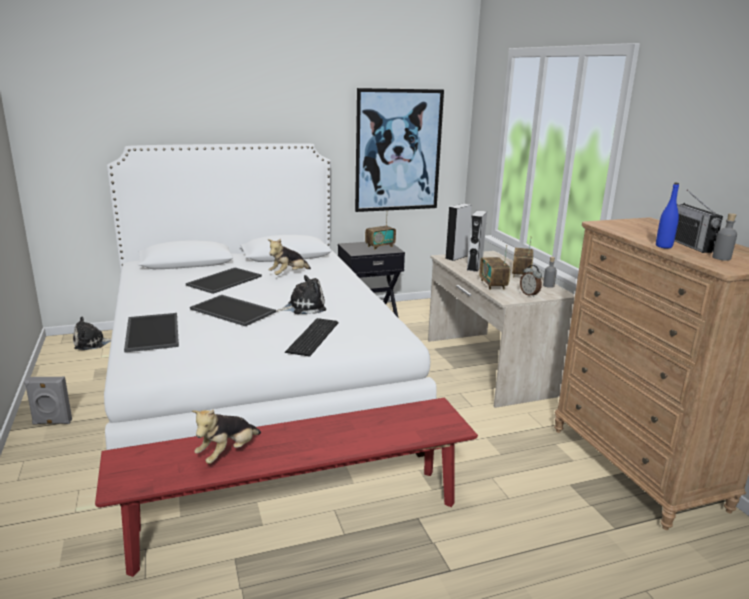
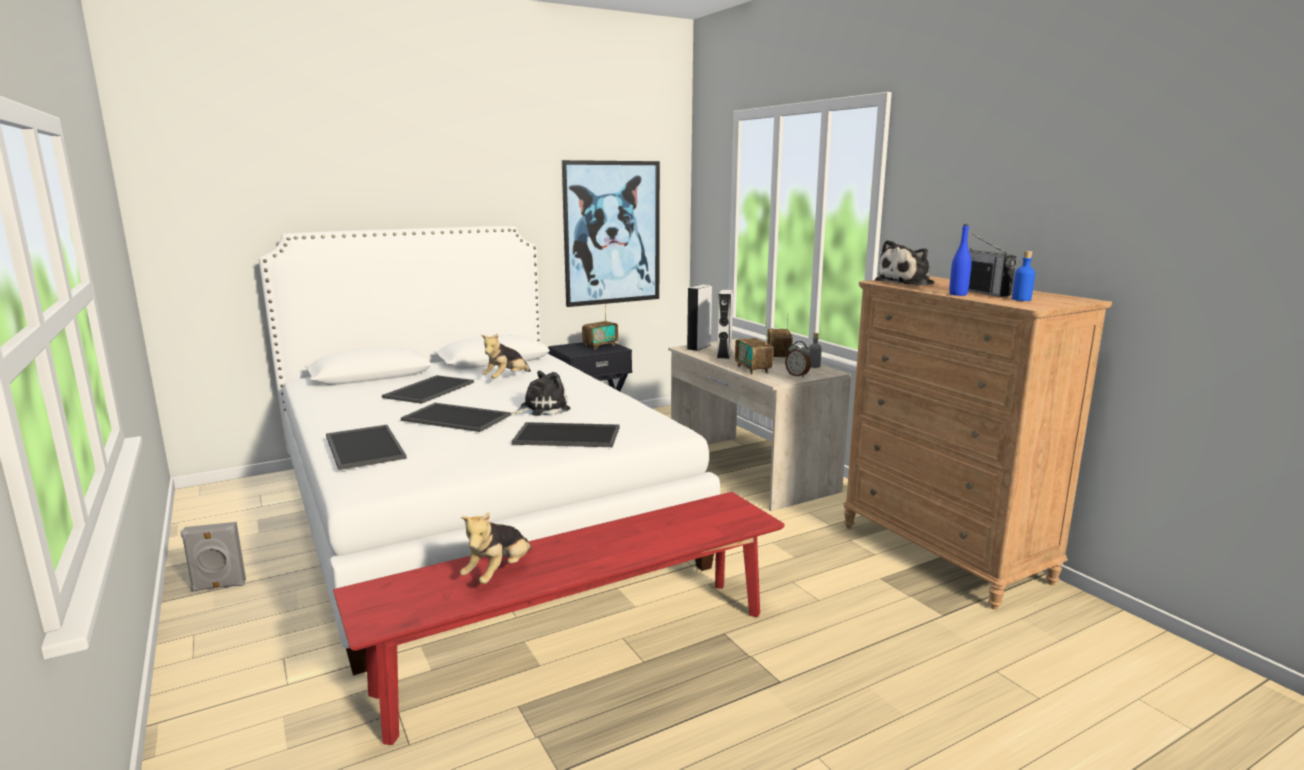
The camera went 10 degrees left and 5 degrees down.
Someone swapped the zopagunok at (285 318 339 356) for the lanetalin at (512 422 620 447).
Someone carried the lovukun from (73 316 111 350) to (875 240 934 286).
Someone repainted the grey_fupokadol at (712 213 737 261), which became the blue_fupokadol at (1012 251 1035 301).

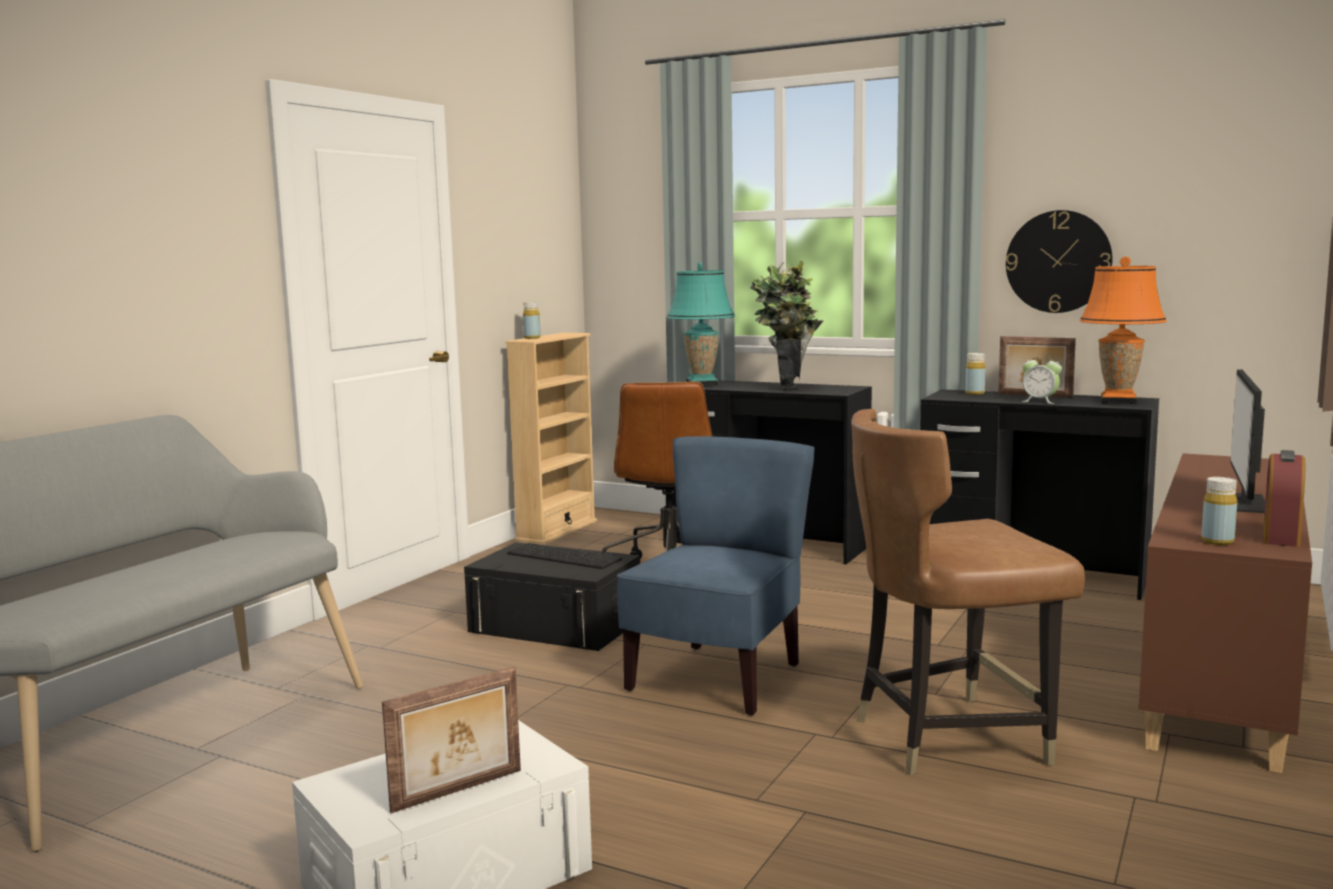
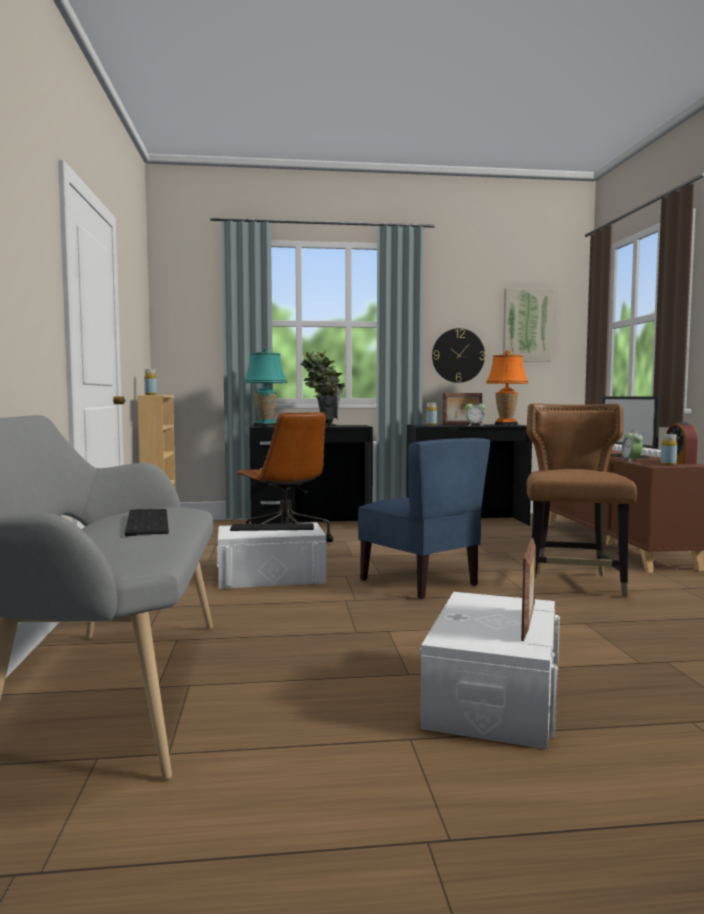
The camera went 35 degrees left and 5 degrees down.
Someone put down the zopagunok at (125 509 169 536).
Someone repainted the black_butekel at (464 542 640 651), which became the white_butekel at (217 522 326 589).
Someone rotated the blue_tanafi at (617 436 815 715) by 150 degrees clockwise.
Someone put up the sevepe at (503 288 554 362).
Someone rotated the brown_tanafi at (851 409 1085 775) by 150 degrees clockwise.
Someone put down the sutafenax at (621 429 643 462).

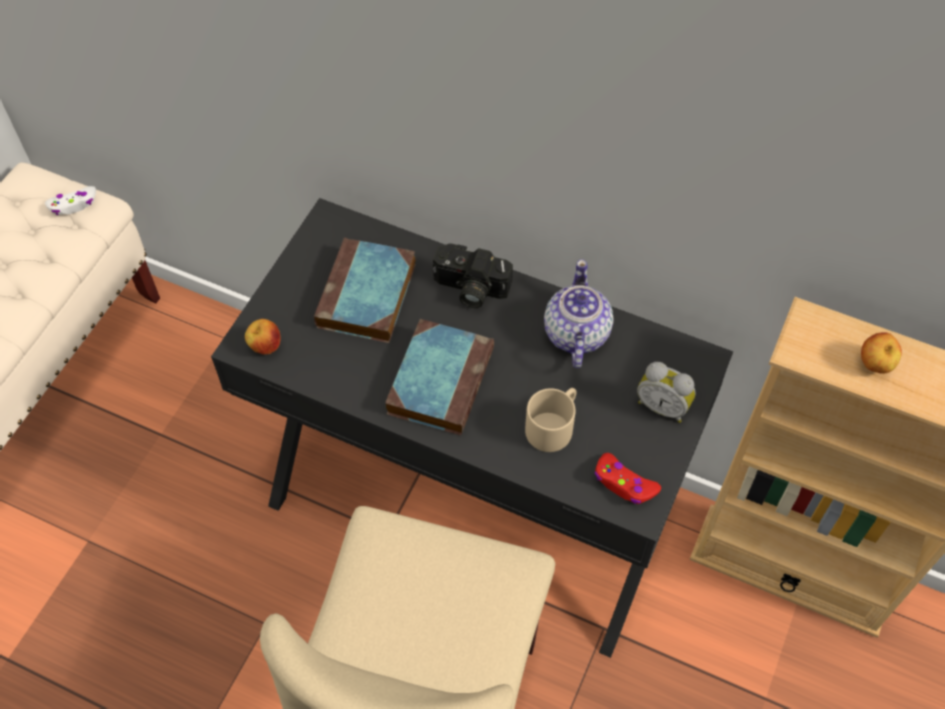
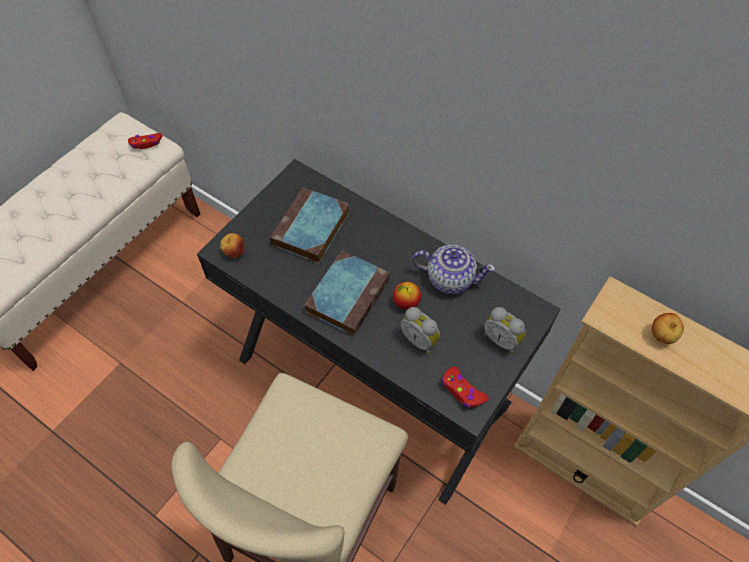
The camera went 10 degrees right and 0 degrees up.
Someone repainted the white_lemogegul at (45 186 96 215), which became the red_lemogegul at (128 133 162 149).
Someone put down the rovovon at (393 282 421 310).
Someone swapped the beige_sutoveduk at (525 388 576 452) for the sutafenax at (400 307 440 354).
Someone rotated the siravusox at (544 259 614 368) by 90 degrees clockwise.
Someone took away the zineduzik at (432 243 513 308).

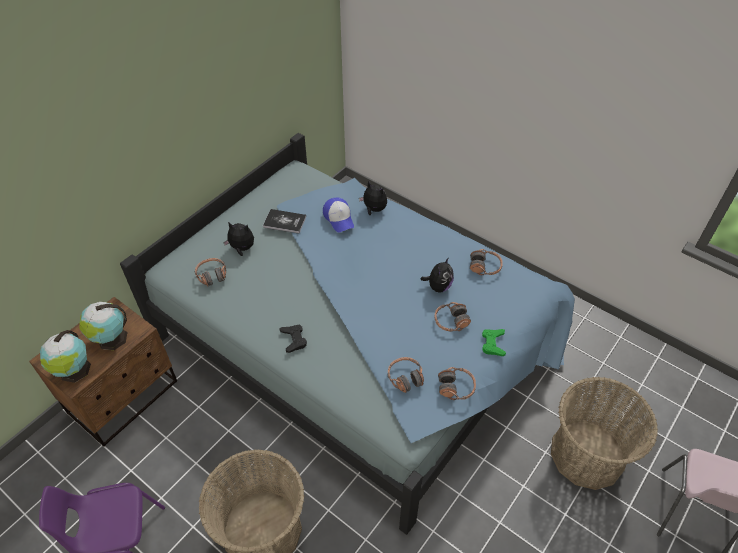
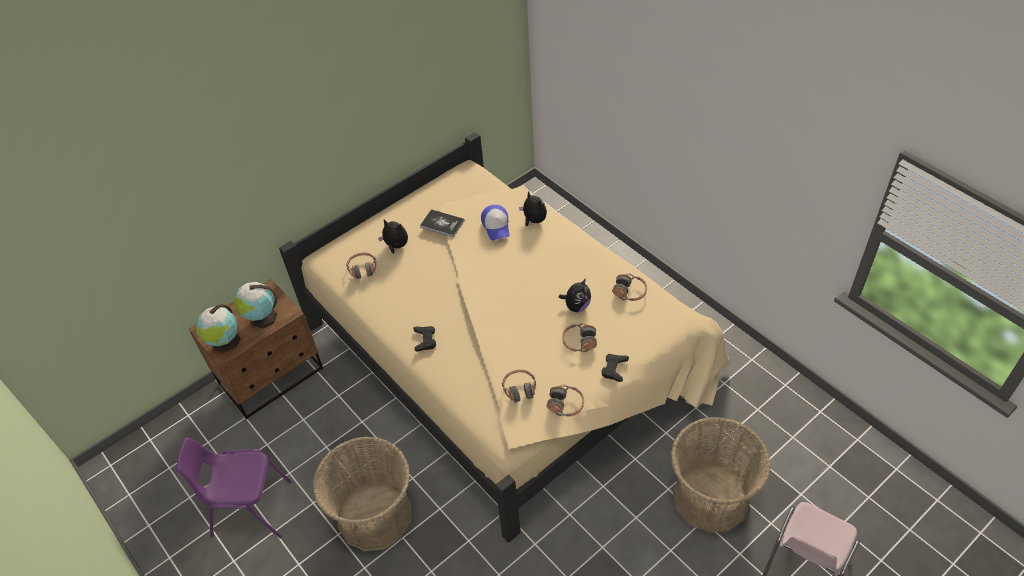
The camera went 15 degrees right and 0 degrees up.
Someone repainted the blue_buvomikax at (120 133 575 535), which became the beige_buvomikax at (279 132 731 543).
Someone repainted the green_lemogegul at (482 329 506 356), which became the black_lemogegul at (601 354 629 382).

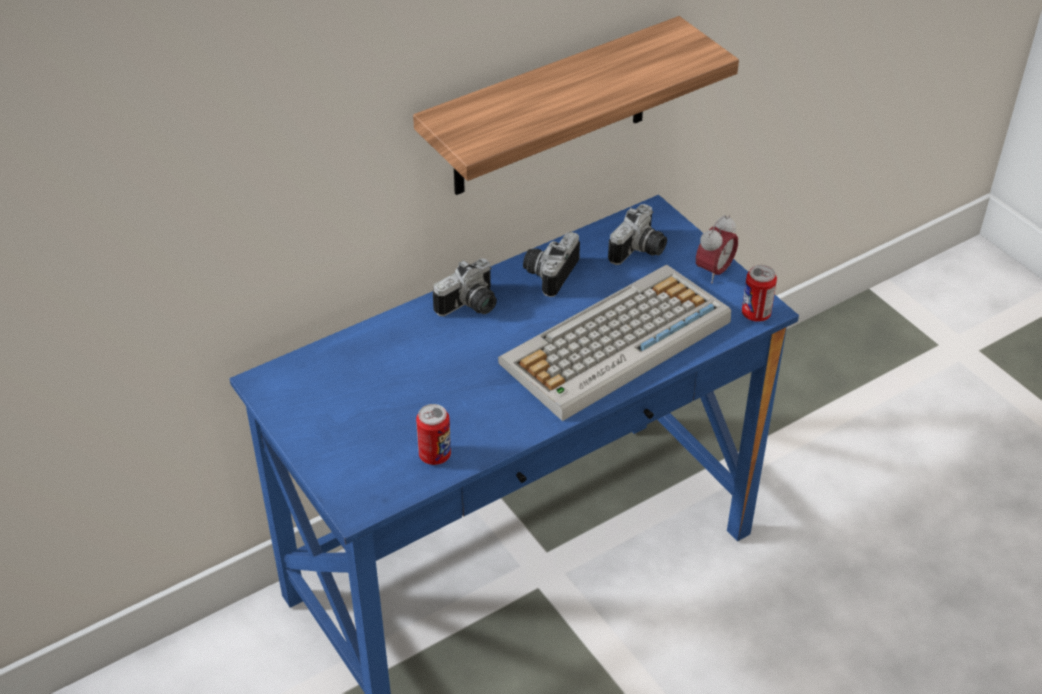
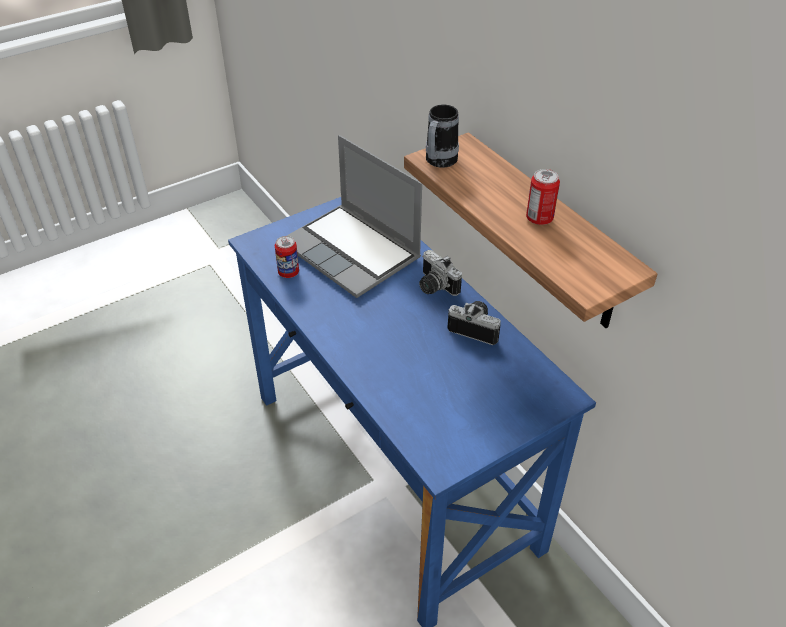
The camera went 90 degrees right and 0 degrees up.
Someone put down the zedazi at (287 135 422 298).
Someone put down the sutoveduk at (426 105 459 168).
Someone carried the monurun from (742 265 777 322) to (526 169 560 225).
Someone took away the zopagunok at (498 265 731 421).
Someone took away the zineduzik at (608 204 667 265).
Someone took away the sutafenax at (696 215 738 283).

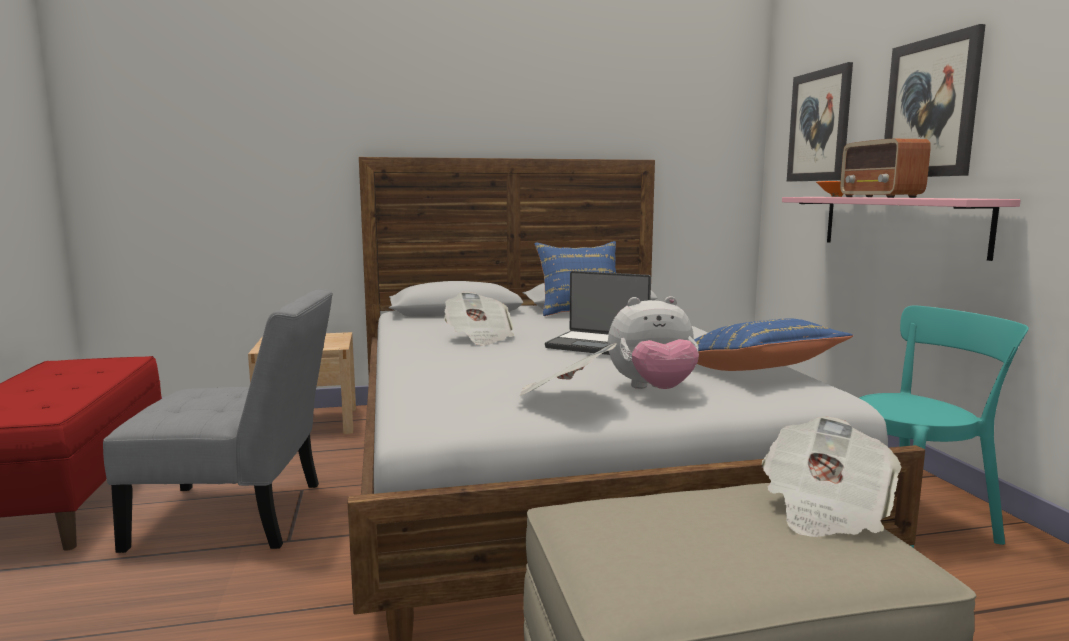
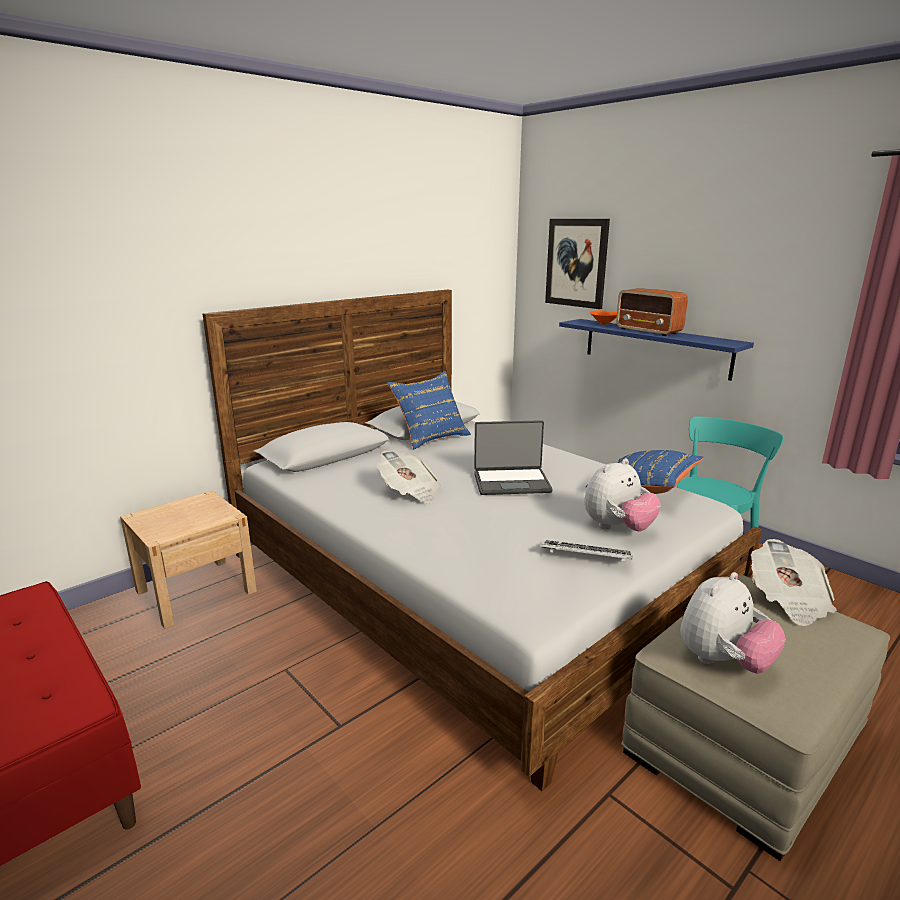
The camera went 30 degrees left and 10 degrees up.
Someone swapped the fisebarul at (519 343 617 396) for the zopagunok at (540 540 633 562).
Someone repainted the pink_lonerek at (782 197 1021 261), which became the blue_lonerek at (559 319 754 381).
Someone put down the lovukun at (680 572 786 674).
Someone took away the grey_tanafi at (103 289 333 553).
Someone took away the sevepe at (884 24 986 177).

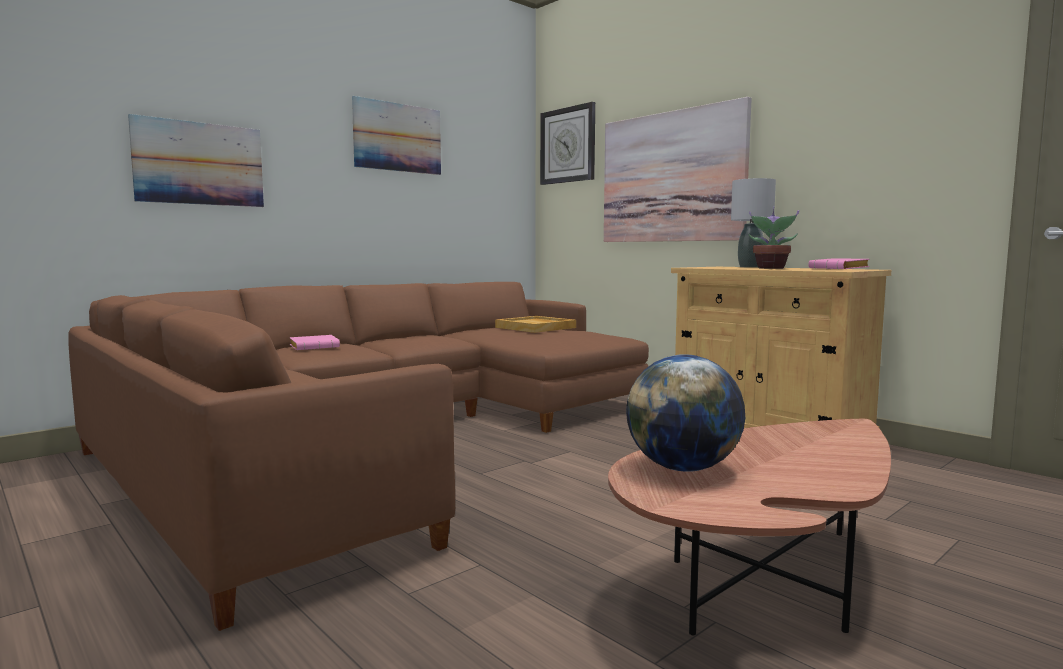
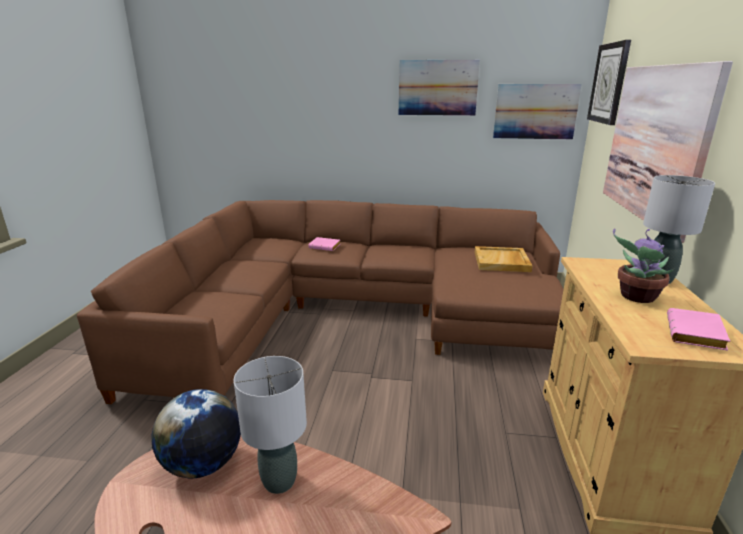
The camera went 50 degrees right and 15 degrees up.
Someone put down the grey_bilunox at (234 356 307 494).
Someone carried the sevepe from (128 114 264 207) to (493 84 582 139).

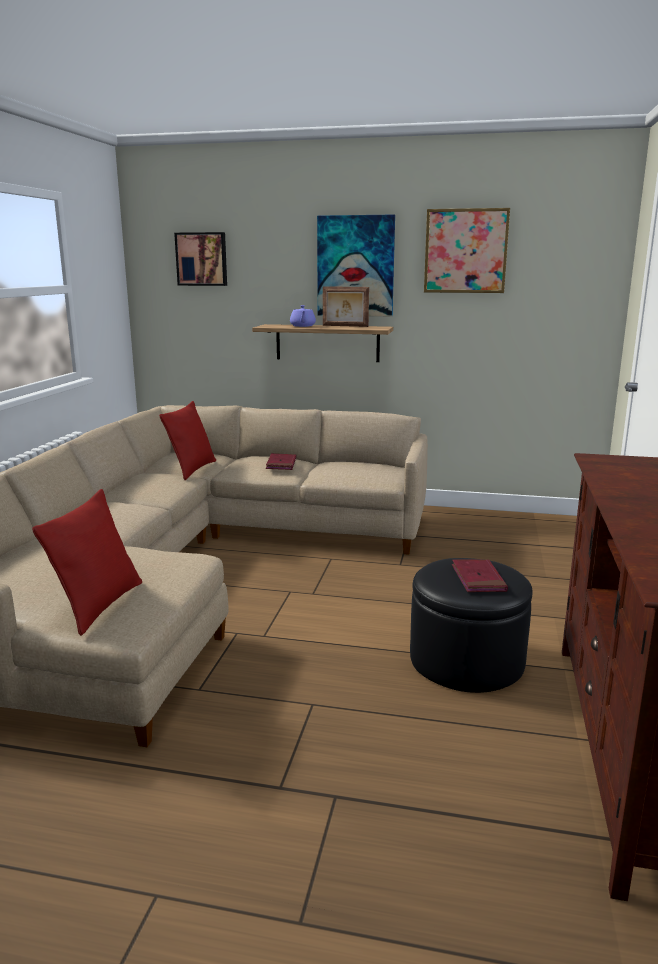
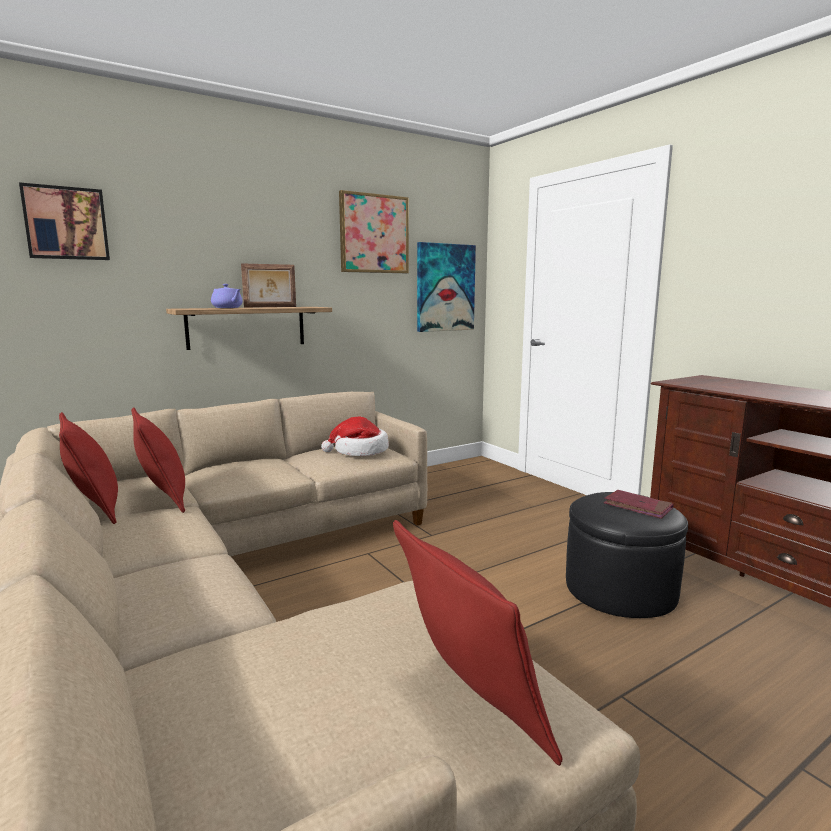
The camera went 45 degrees left and 5 degrees down.
Someone put down the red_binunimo at (59 412 118 524).
Someone put down the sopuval at (321 417 389 456).
Someone carried the sevepe from (317 214 395 317) to (417 242 476 332).
Someone took away the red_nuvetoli at (266 453 296 470).

